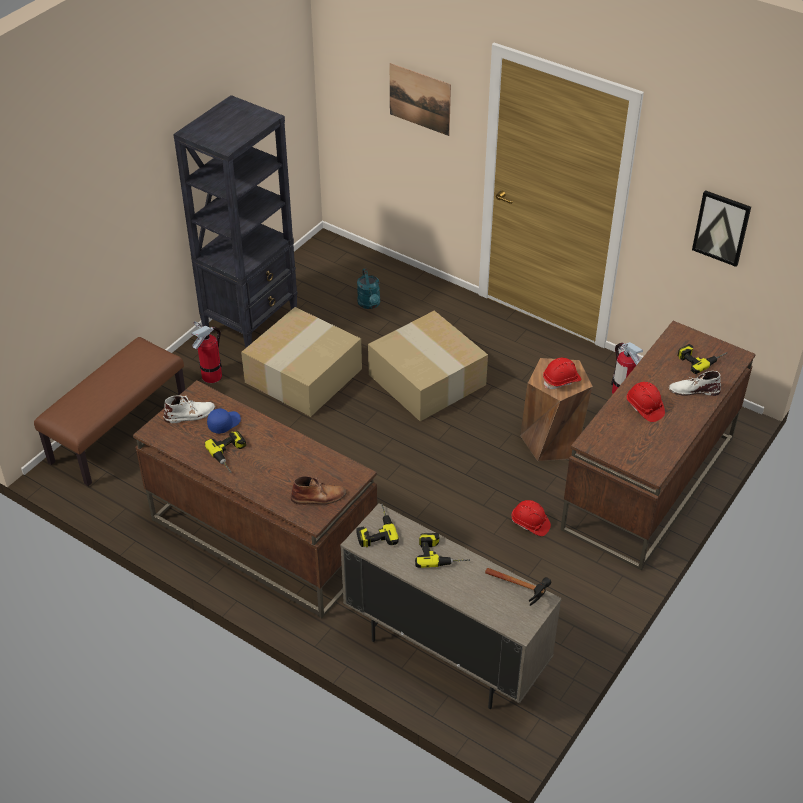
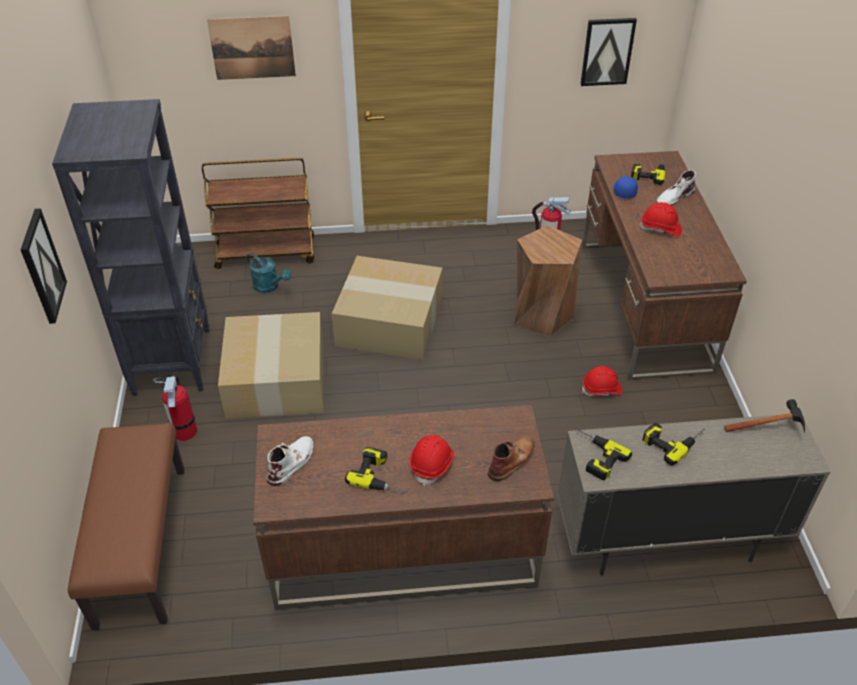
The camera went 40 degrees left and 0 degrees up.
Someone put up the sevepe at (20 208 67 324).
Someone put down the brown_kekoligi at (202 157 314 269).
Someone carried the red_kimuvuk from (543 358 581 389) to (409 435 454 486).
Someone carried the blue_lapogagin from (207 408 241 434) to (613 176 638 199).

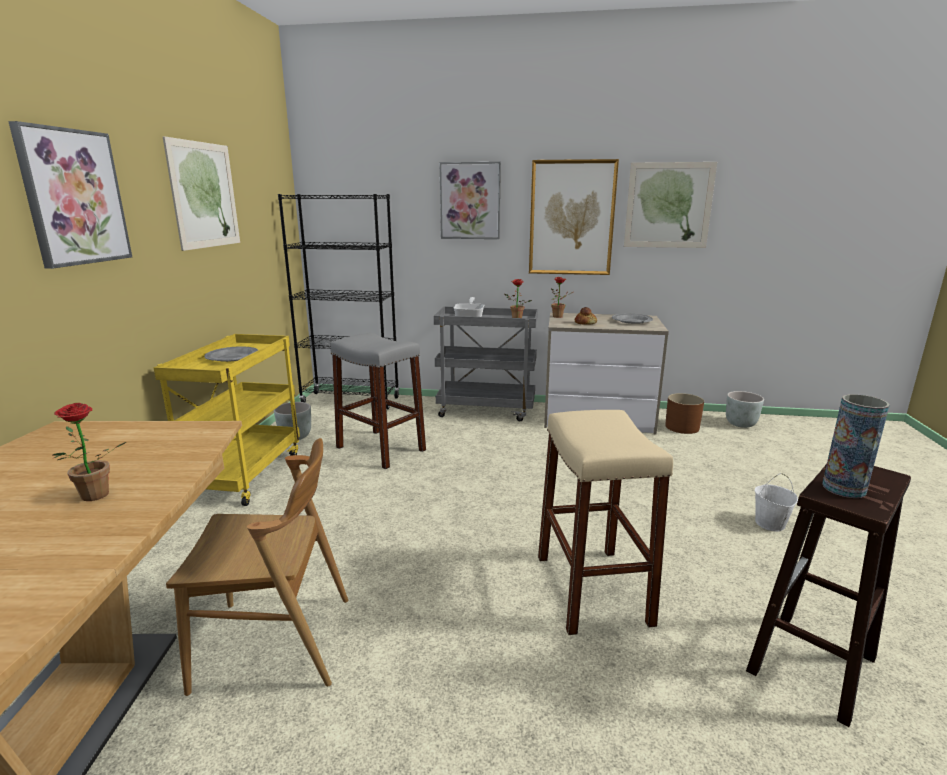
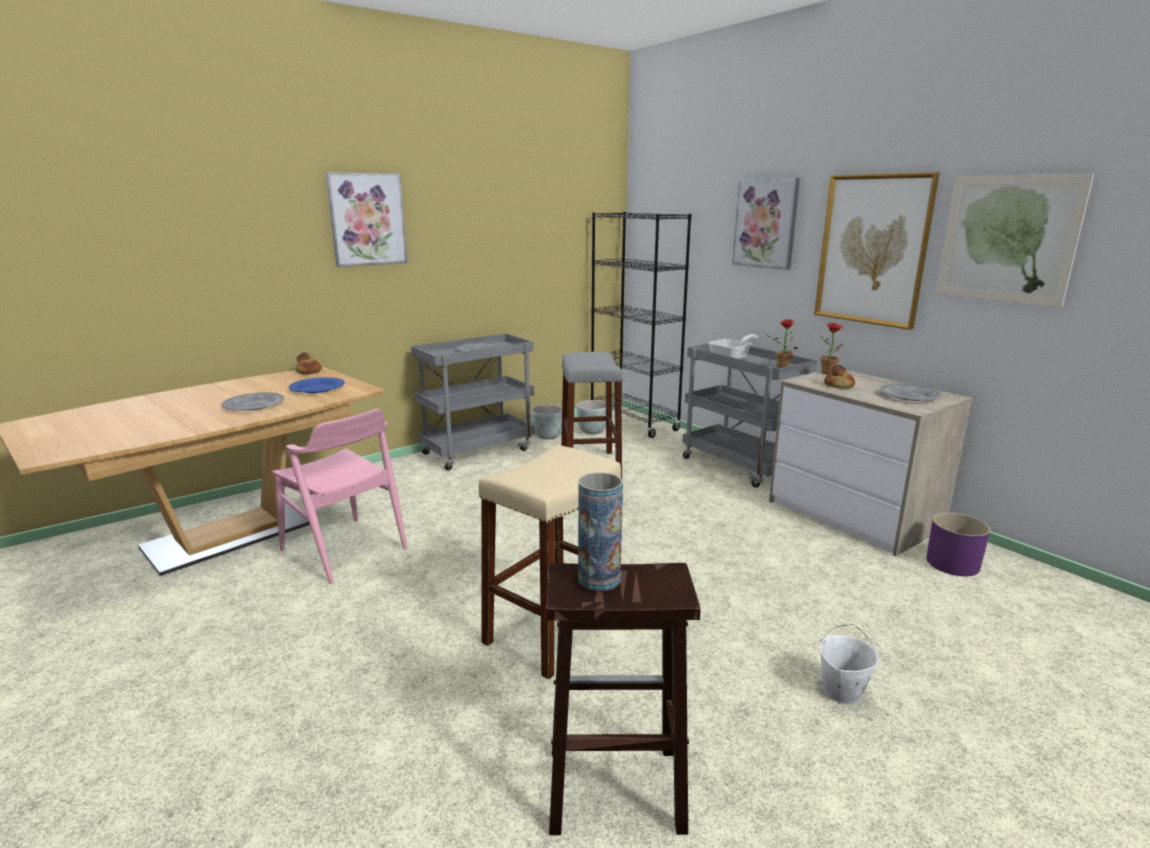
The camera went 45 degrees right and 0 degrees up.
Someone swapped the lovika at (52 403 126 501) for the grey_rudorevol at (221 392 284 411).
Someone repainted the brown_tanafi at (166 438 348 696), which became the pink_tanafi at (272 409 407 583).
Someone put down the blue_rudorevol at (289 377 345 393).
Someone put down the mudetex at (295 353 322 374).
Someone repainted the yellow_kekoligi at (154 334 300 506), which became the grey_kekoligi at (411 334 535 471).
Someone carried the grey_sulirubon from (726 391 764 428) to (577 400 606 434).
Someone repainted the brown_sulirubon at (665 393 704 434), which became the purple_sulirubon at (926 513 990 576).
Someone took away the sevepe at (163 136 240 251).

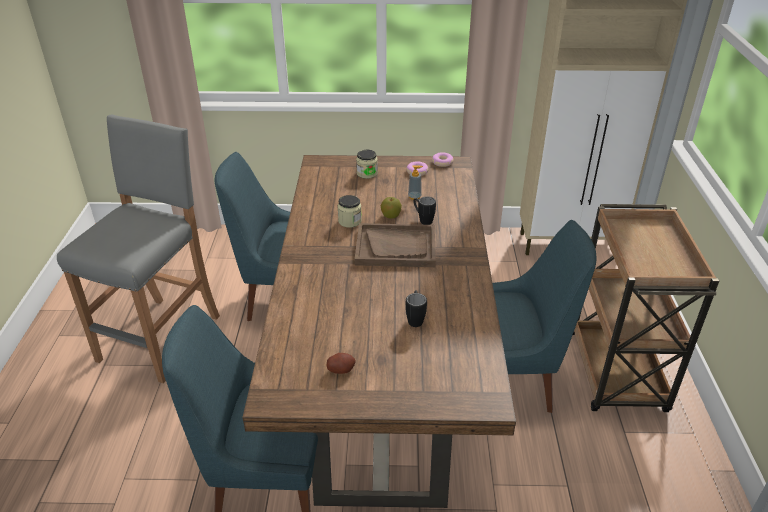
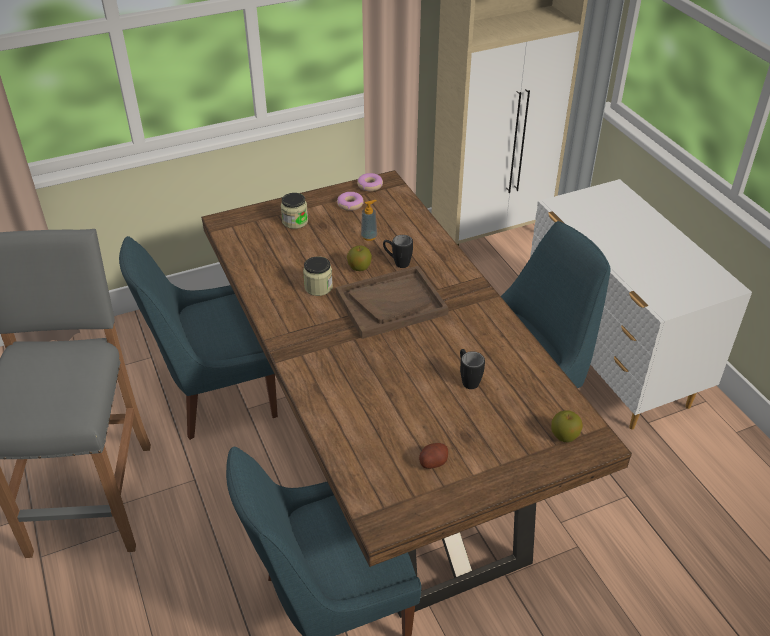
The camera went 25 degrees left and 5 degrees up.
Someone swapped the brown_kekoligi at (573 204 719 412) for the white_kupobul at (530 179 752 430).
Someone put down the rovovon at (551 410 583 442).

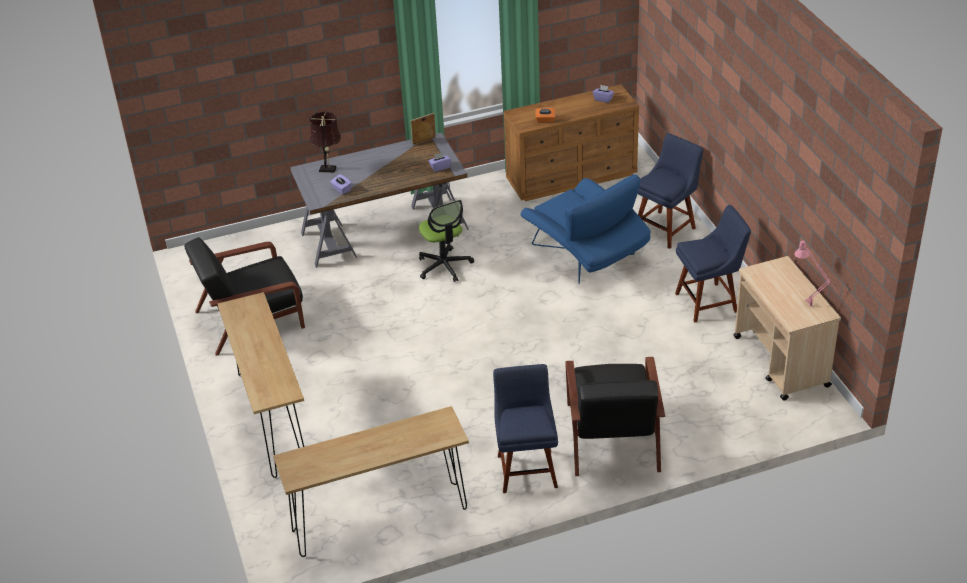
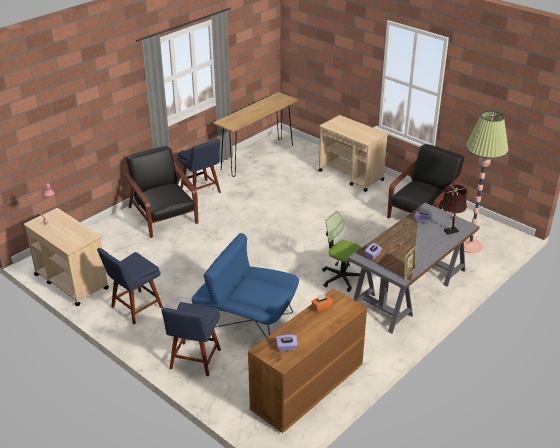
The camera went 150 degrees right and 5 degrees down.
Someone swapped the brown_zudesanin at (218 292 304 478) for the beige_kekoligi at (318 115 388 192).
Someone put down the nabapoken at (464 111 509 253).

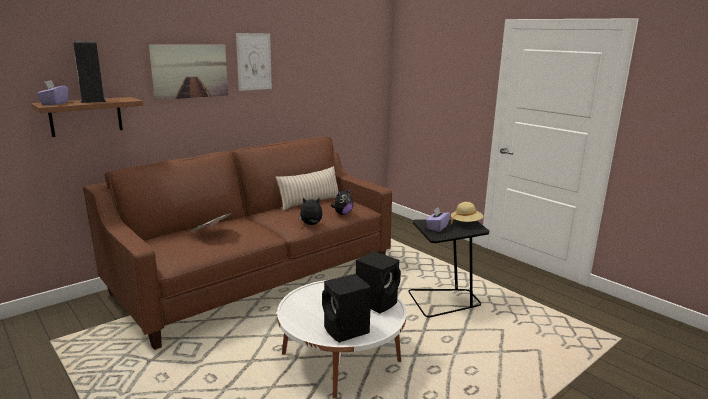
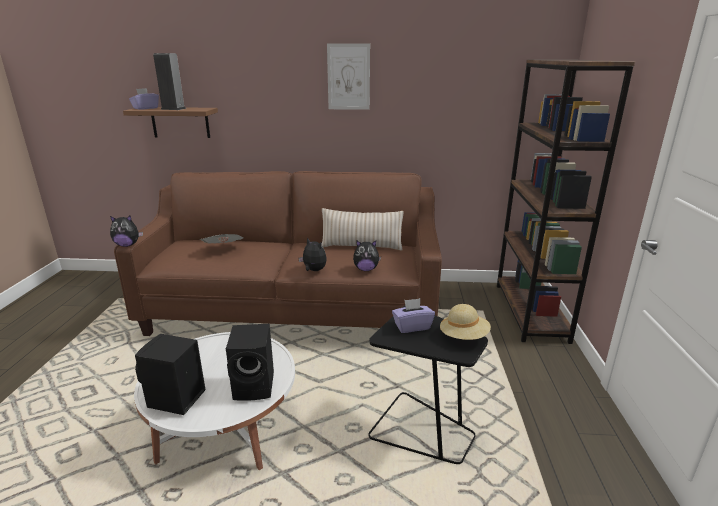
The camera went 45 degrees right and 5 degrees up.
Someone put down the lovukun at (110 216 143 247).
Someone put down the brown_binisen at (497 60 635 344).
Someone took away the sevepe at (149 45 228 100).

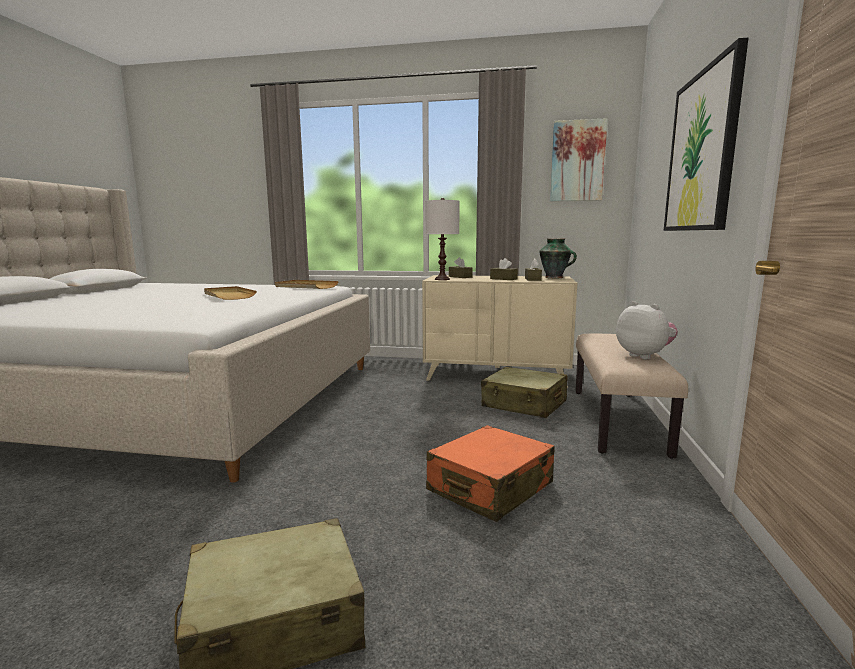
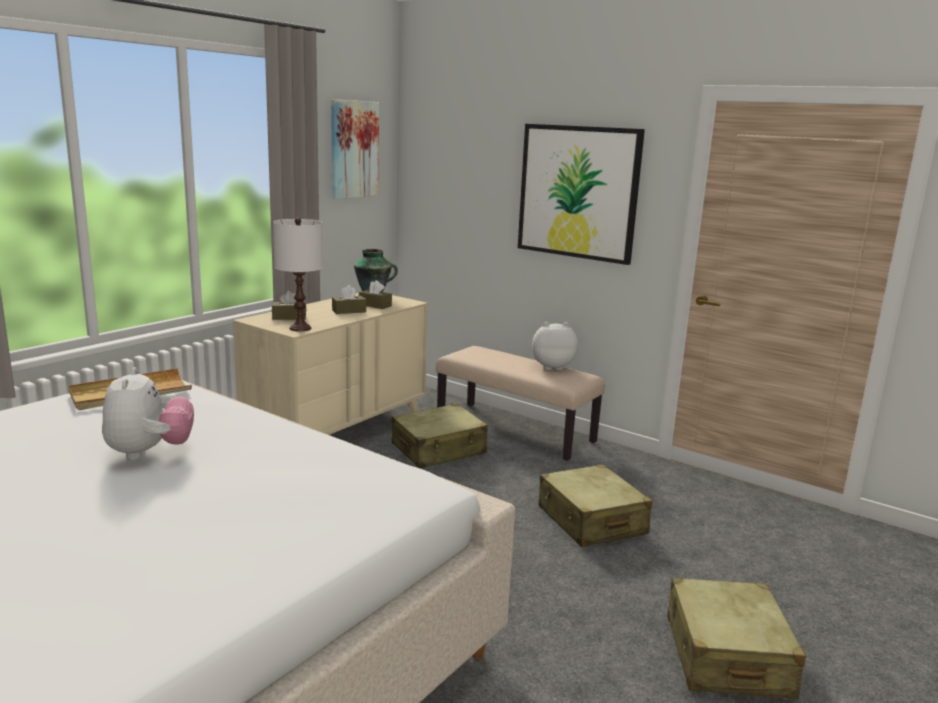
The camera went 65 degrees left and 5 degrees up.
Someone swapped the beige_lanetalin at (204 286 257 300) for the lovukun at (102 367 194 460).
Someone repainted the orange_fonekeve at (426 425 554 522), which became the beige_fonekeve at (539 464 652 547).

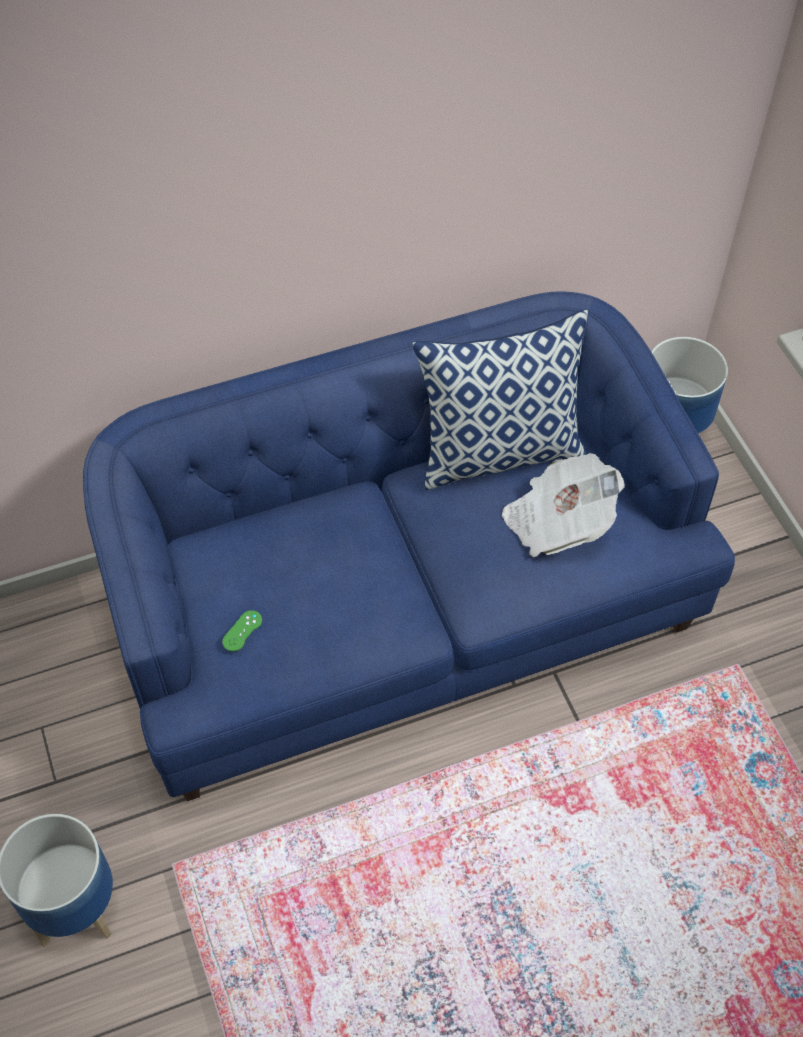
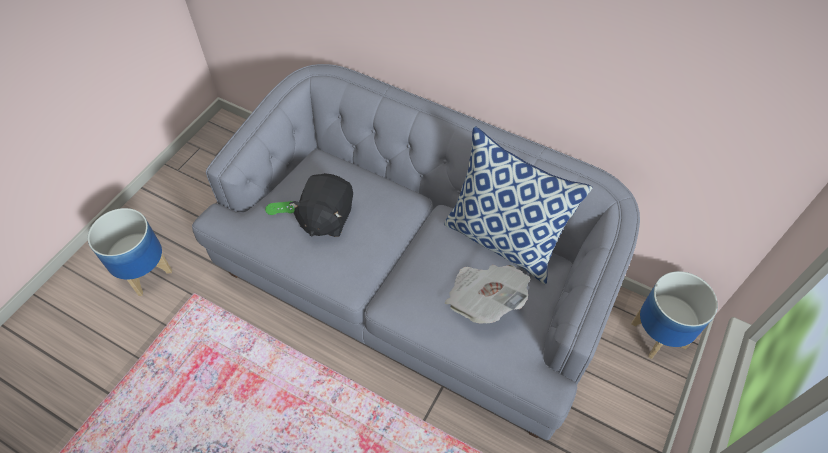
The camera went 50 degrees right and 0 degrees up.
Someone repainted the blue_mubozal at (83 291 735 801), which became the grey_mubozal at (192 64 640 440).
Someone put down the black_lovukun at (289 173 353 237).

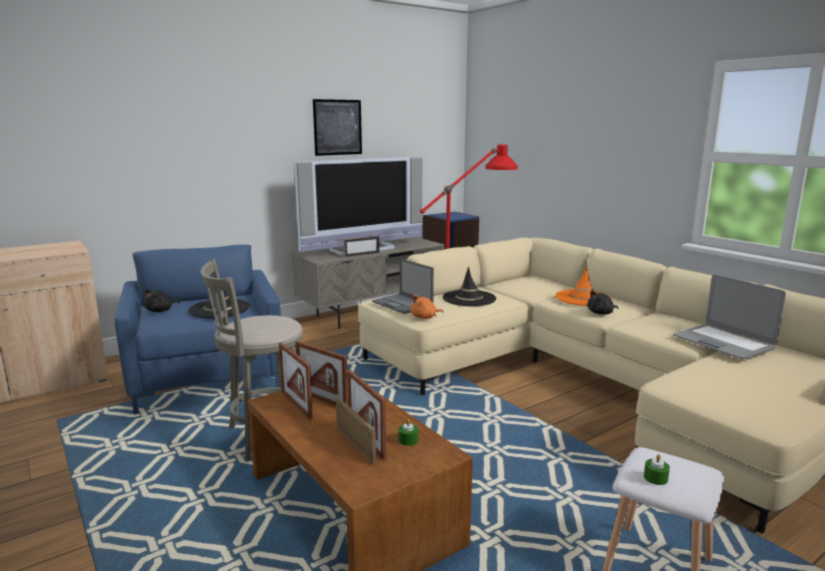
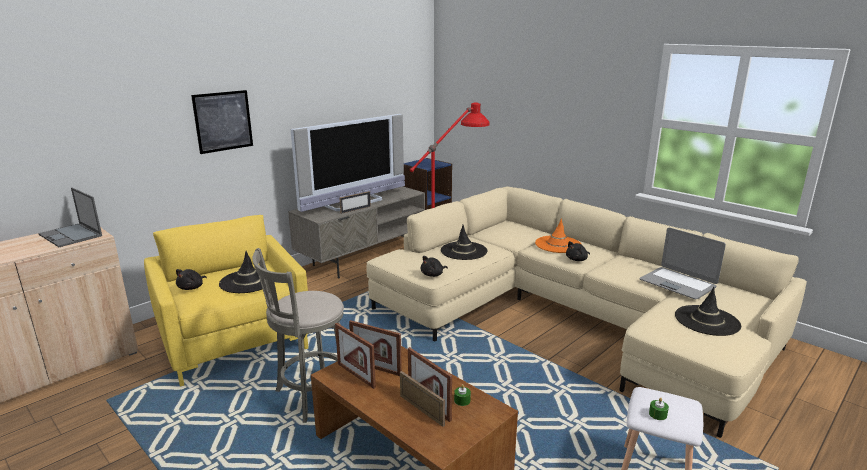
The camera went 10 degrees left and 5 degrees up.
Someone carried the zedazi from (372 259 434 314) to (38 187 102 247).
Someone repainted the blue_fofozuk at (115 245 281 414), which became the yellow_fofozuk at (144 215 309 387).
Someone carried the sevepe from (313 99 362 156) to (191 90 253 154).
Someone repainted the orange_lovukun at (410 295 443 319), which became the black_lovukun at (421 256 448 277).
Someone put down the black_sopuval at (675 287 741 336).

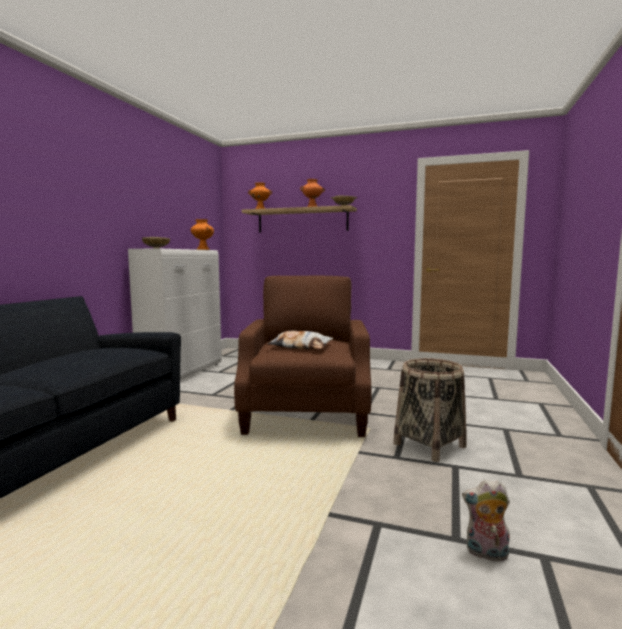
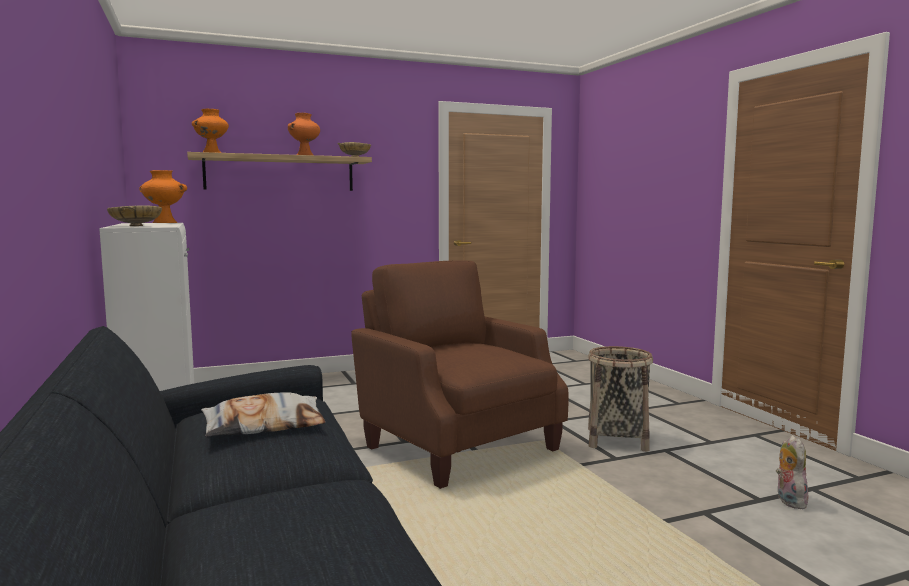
The camera went 40 degrees left and 0 degrees up.
Someone carried the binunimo from (267 331 333 349) to (201 393 326 437).
Someone rotated the lovukun at (462 480 510 561) by 120 degrees clockwise.

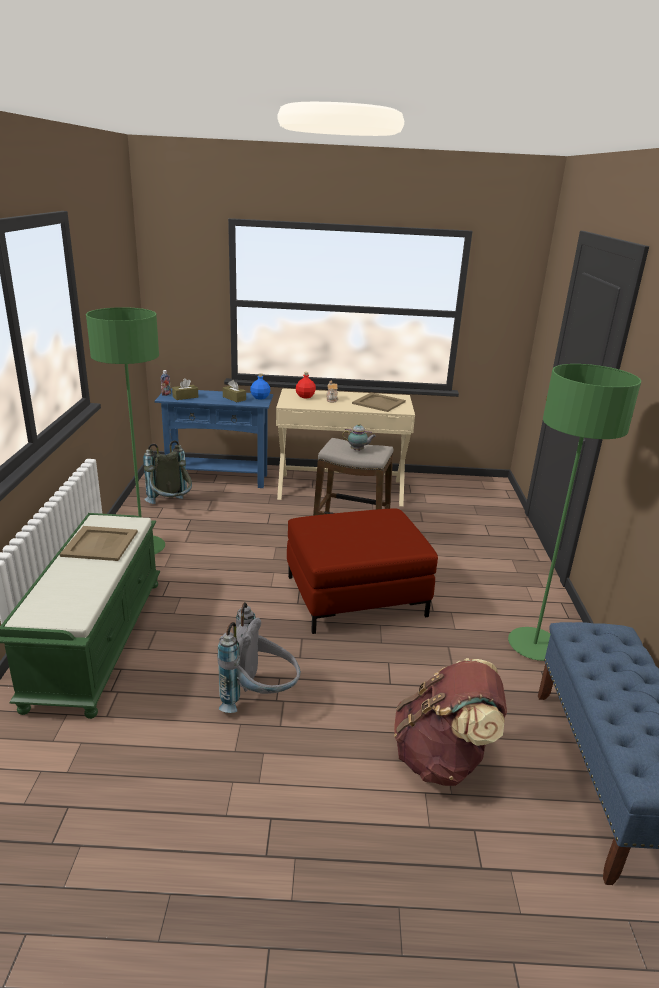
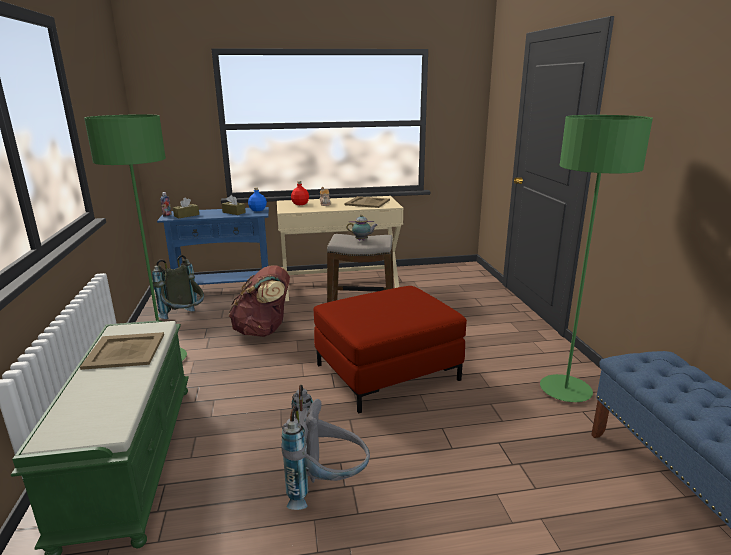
The camera went 10 degrees left and 5 degrees down.
Someone carried the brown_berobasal from (394 658 507 786) to (229 265 290 337).

